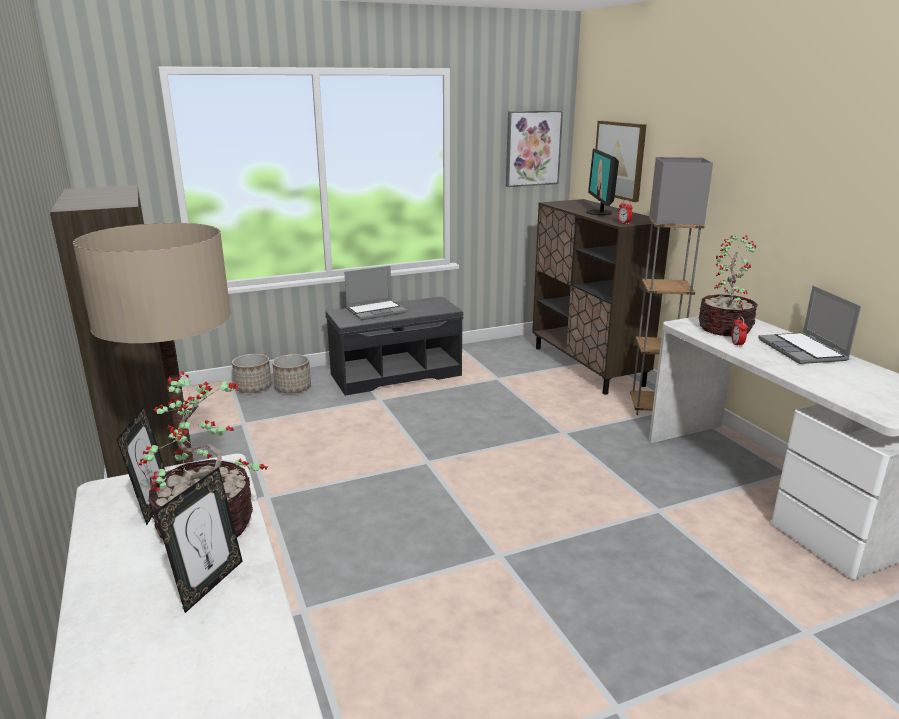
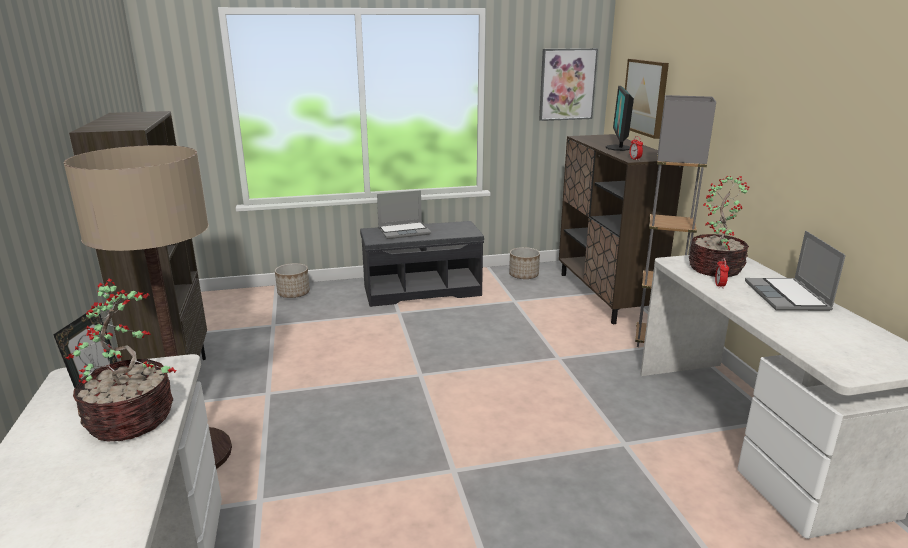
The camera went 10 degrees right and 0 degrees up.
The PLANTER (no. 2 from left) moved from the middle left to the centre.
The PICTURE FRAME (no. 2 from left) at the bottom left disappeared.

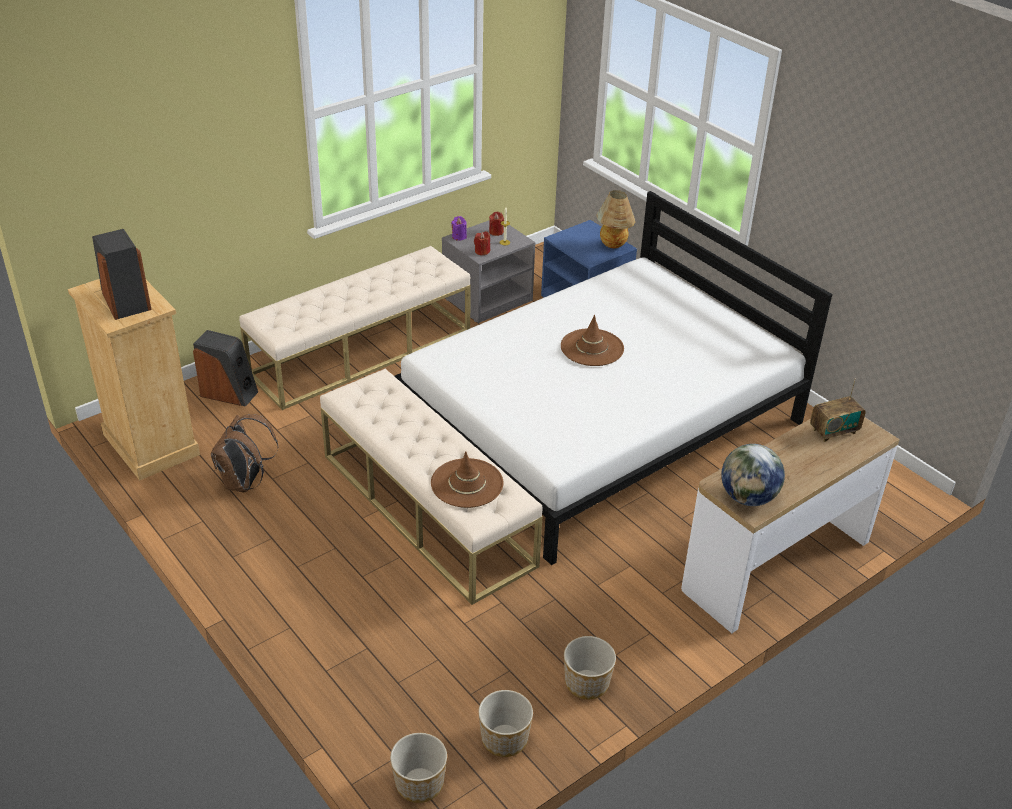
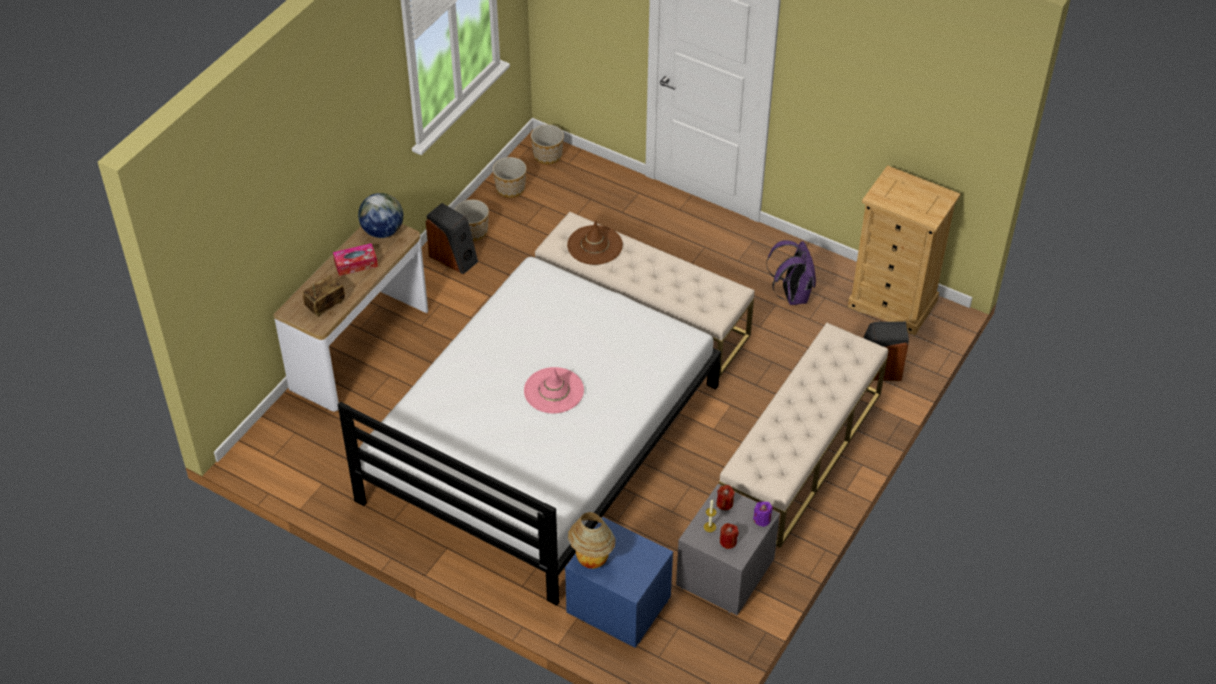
The camera went 160 degrees right and 10 degrees up.
The SPEAKER (no. 1 from left) moved from the middle left to the centre.
The BROWN HAT (no. 2 from left) at the centre became the PINK HAT at the centre.
The BROWN BACKPACK at the middle left became the PURPLE BACKPACK at the centre.
The TISSUE BOX at the middle left appeared.

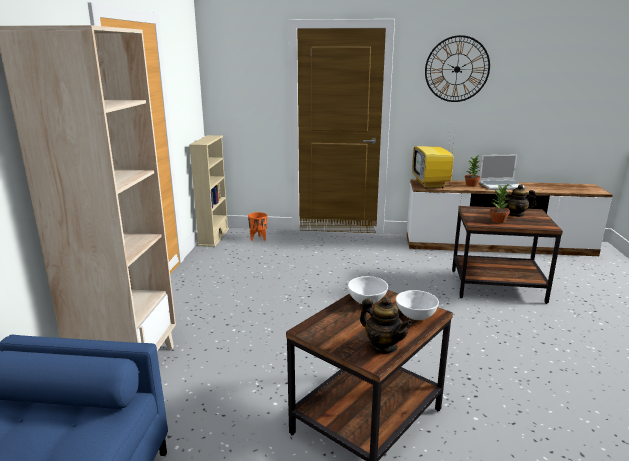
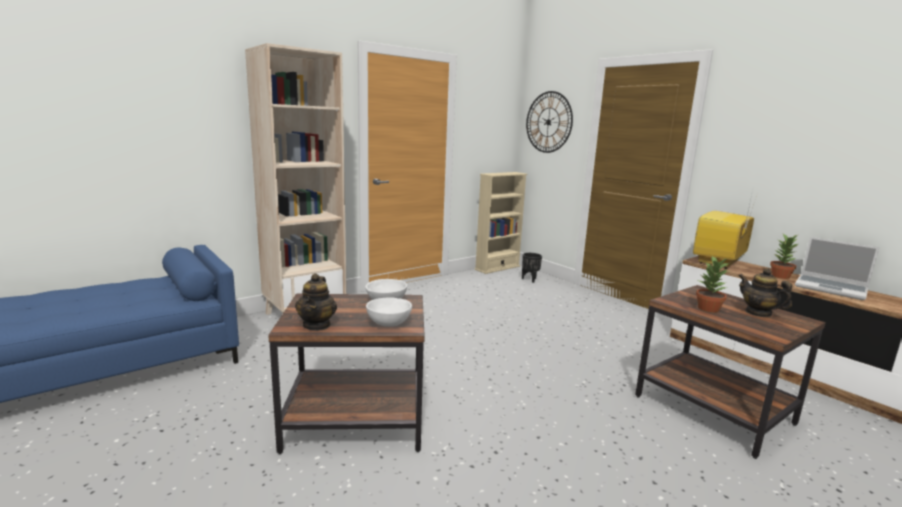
The camera went 45 degrees right and 5 degrees down.
The WALL CLOCK moved from the top right to the top centre.
The ORANGE PLANTER at the centre became the BLACK PLANTER at the centre.

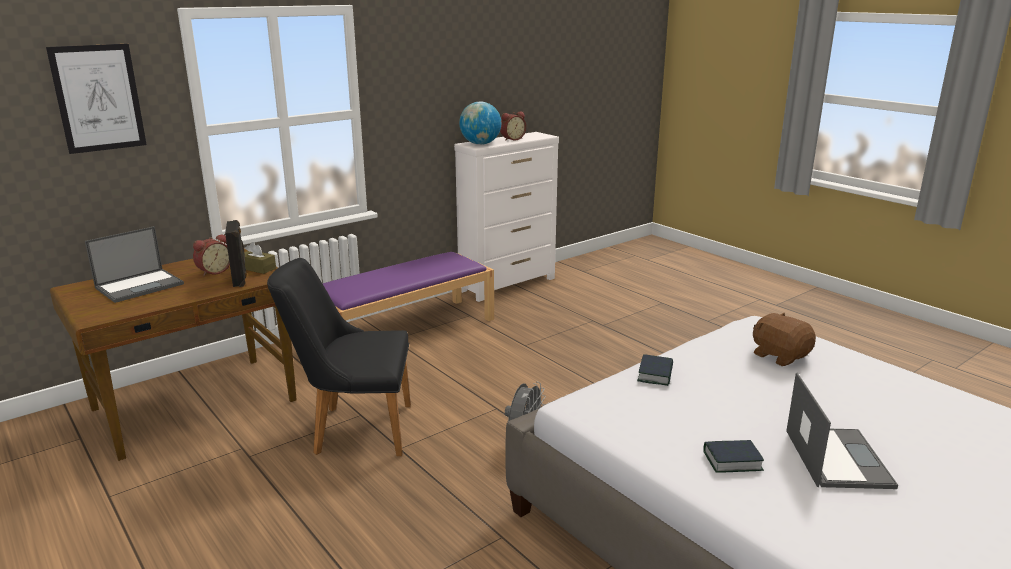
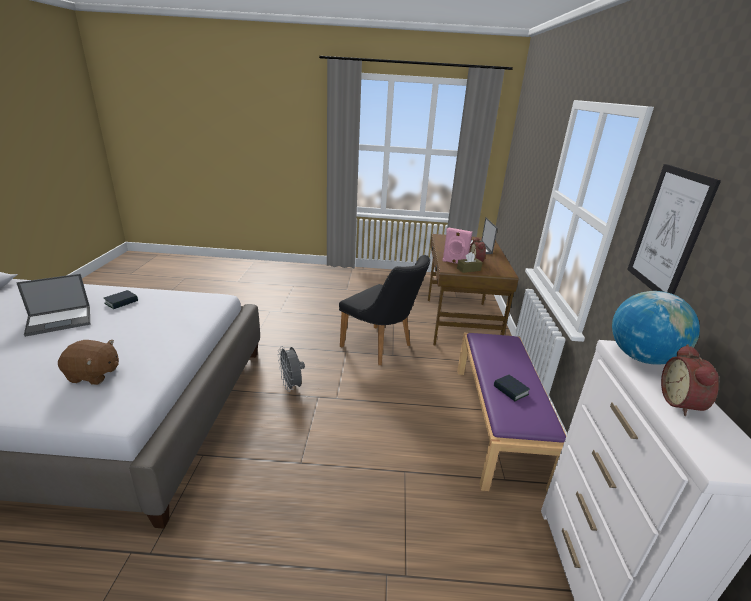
The camera went 130 degrees right and 5 degrees up.
The PICTURE moved from the top left to the middle right.
The BLACK SPEAKER at the middle left became the PINK SPEAKER at the centre.
The BLACK CHAIR at the centre turned 90 degrees clockwise.
The BOOK (no. 1 from left in the first image) moved from the centre to the middle right.
The LAPTOP (no. 2 from left in the first image) at the bottom right turned 75 degrees counterclockwise.

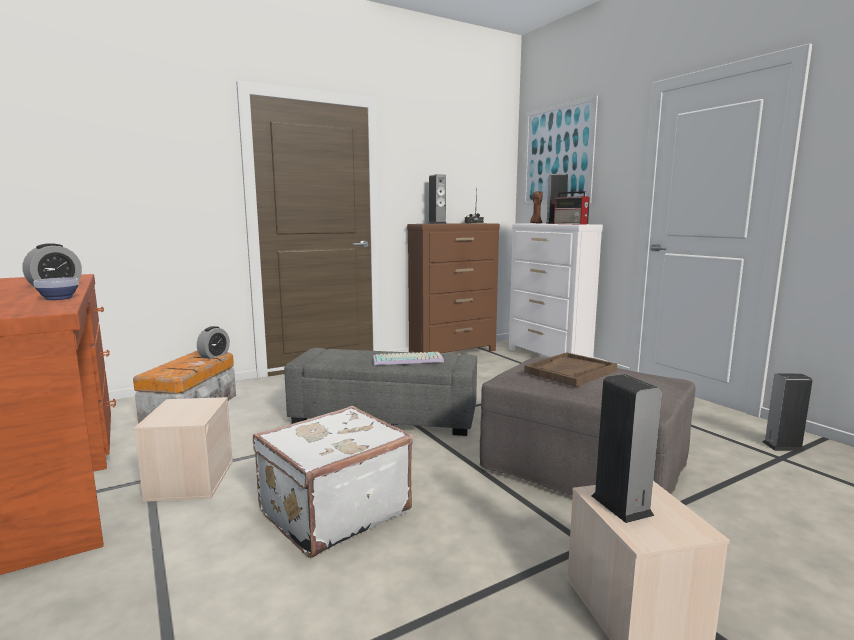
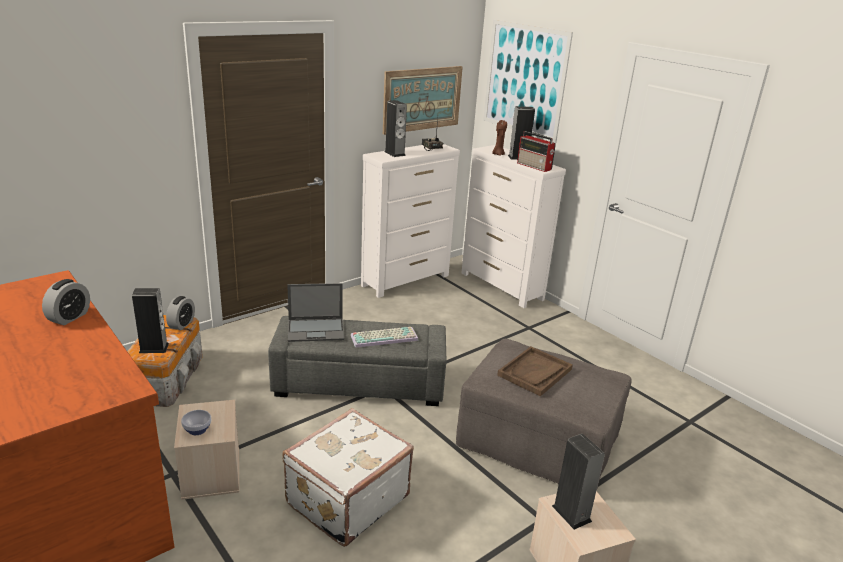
The camera went 10 degrees left and 15 degrees up.
The BROWN DRESSER at the centre became the WHITE DRESSER (no. 1 from left) at the centre.
The BOWL moved from the middle left to the bottom left.
The SPEAKER (no. 4 from left in the first image) moved from the middle right to the middle left.
The PICTURE (no. 1 from left) at the top centre appeared.
The LAPTOP at the centre appeared.

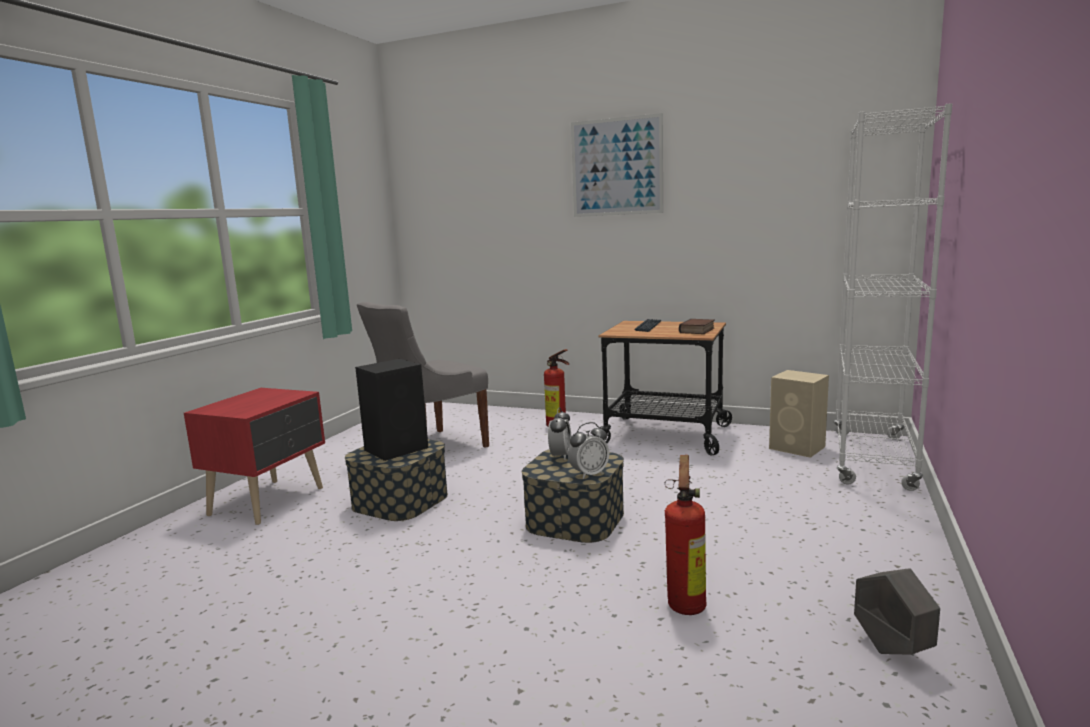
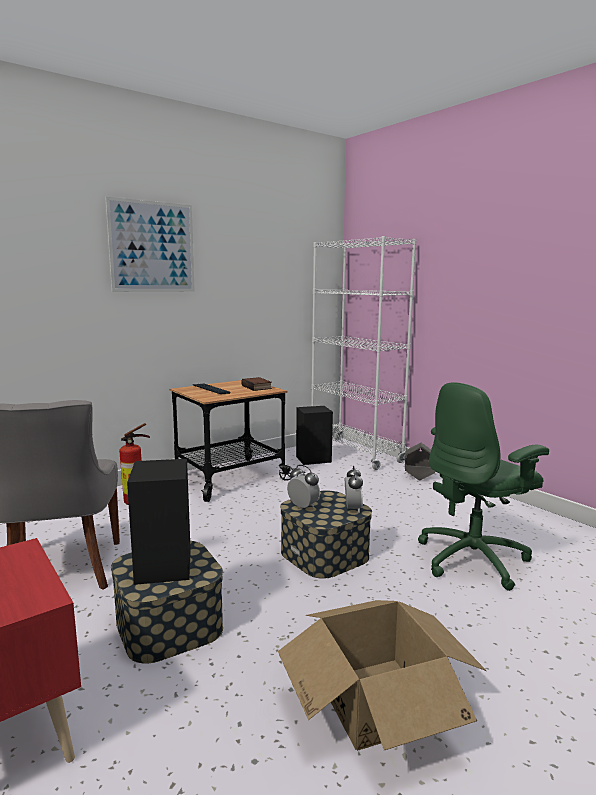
The camera went 60 degrees left and 0 degrees up.
The BEIGE SPEAKER at the middle right became the BLACK SPEAKER (no. 2 from left) at the centre.
The FIRE EXTINGUISHER (no. 2 from left) at the bottom centre was replaced by the GREEN OFFICE CHAIR at the middle right.
The GREY PLANTER moved from the bottom right to the middle right.
The CARDBOARD BOX at the bottom centre appeared.

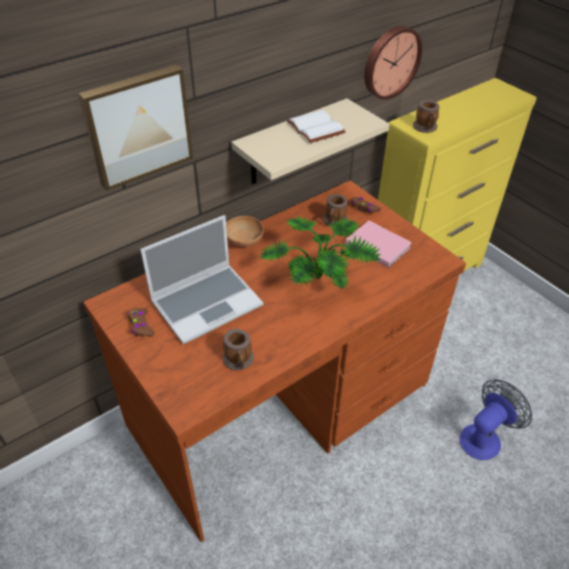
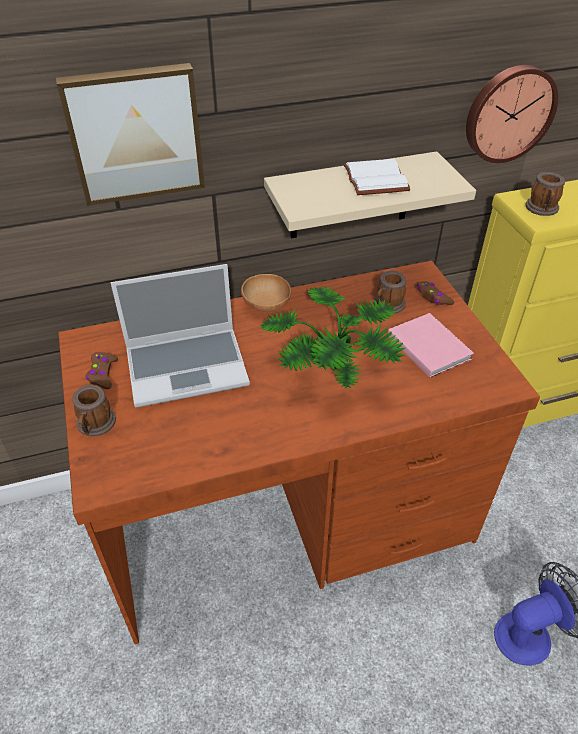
The camera went 20 degrees right and 0 degrees up.
The MUG (no. 1 from left) moved from the centre to the middle left.

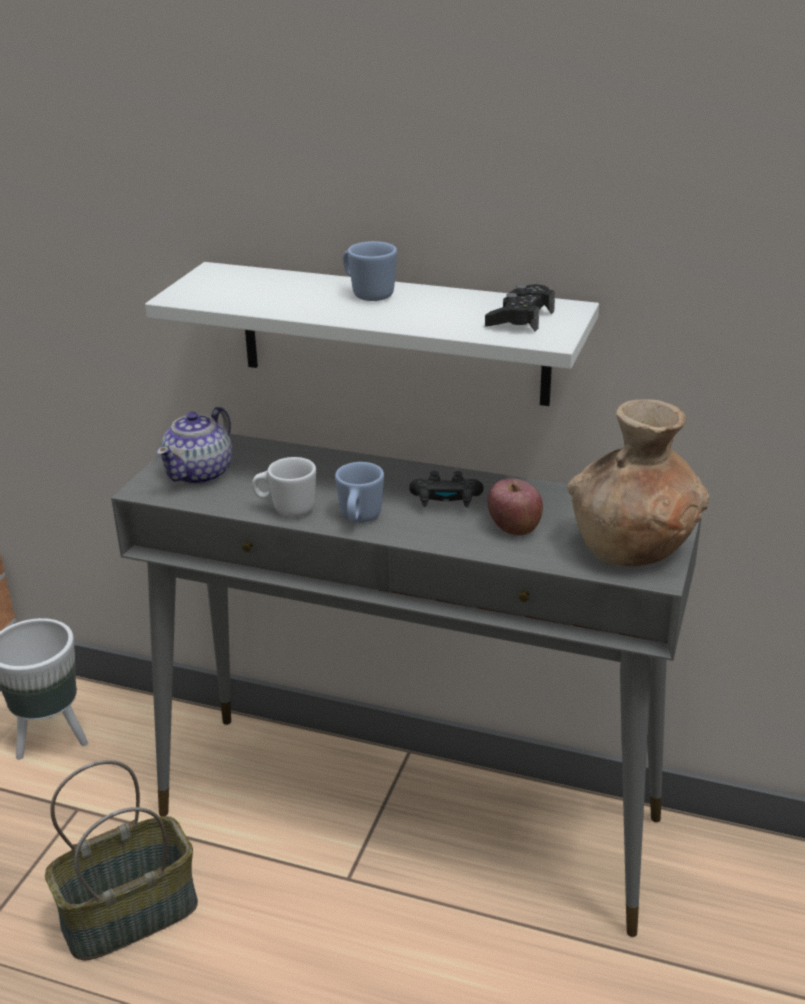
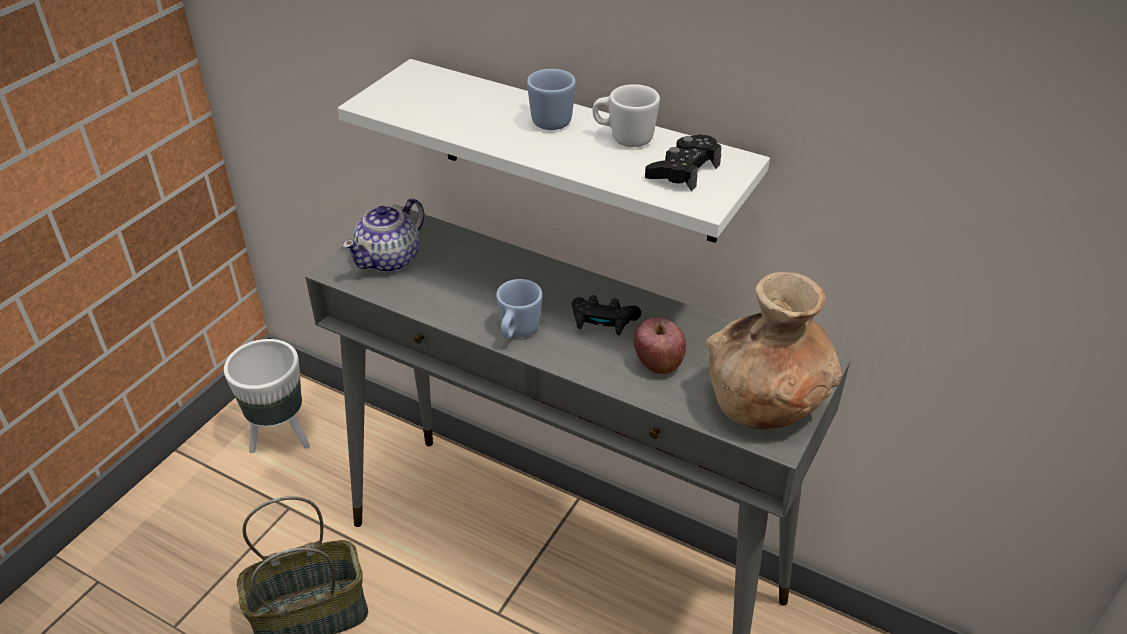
The camera went 10 degrees right and 10 degrees up.
The WHITE MUG moved from the centre to the top centre.

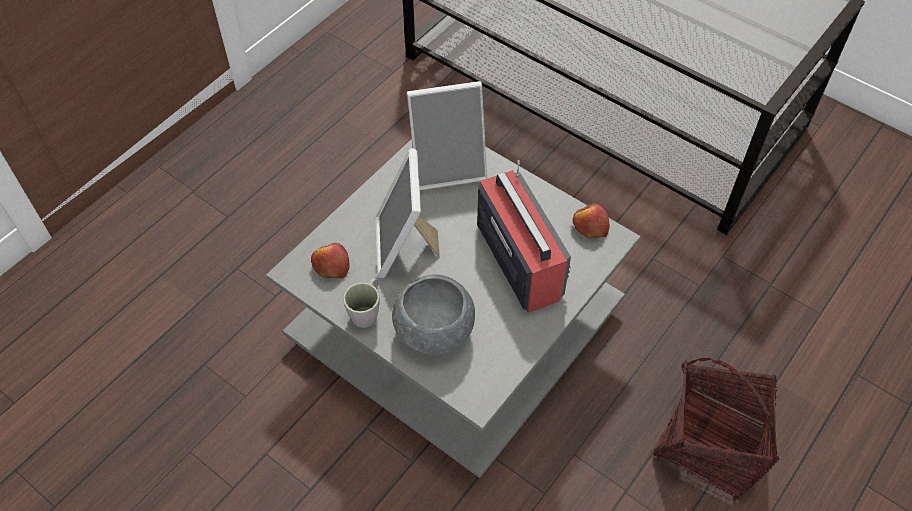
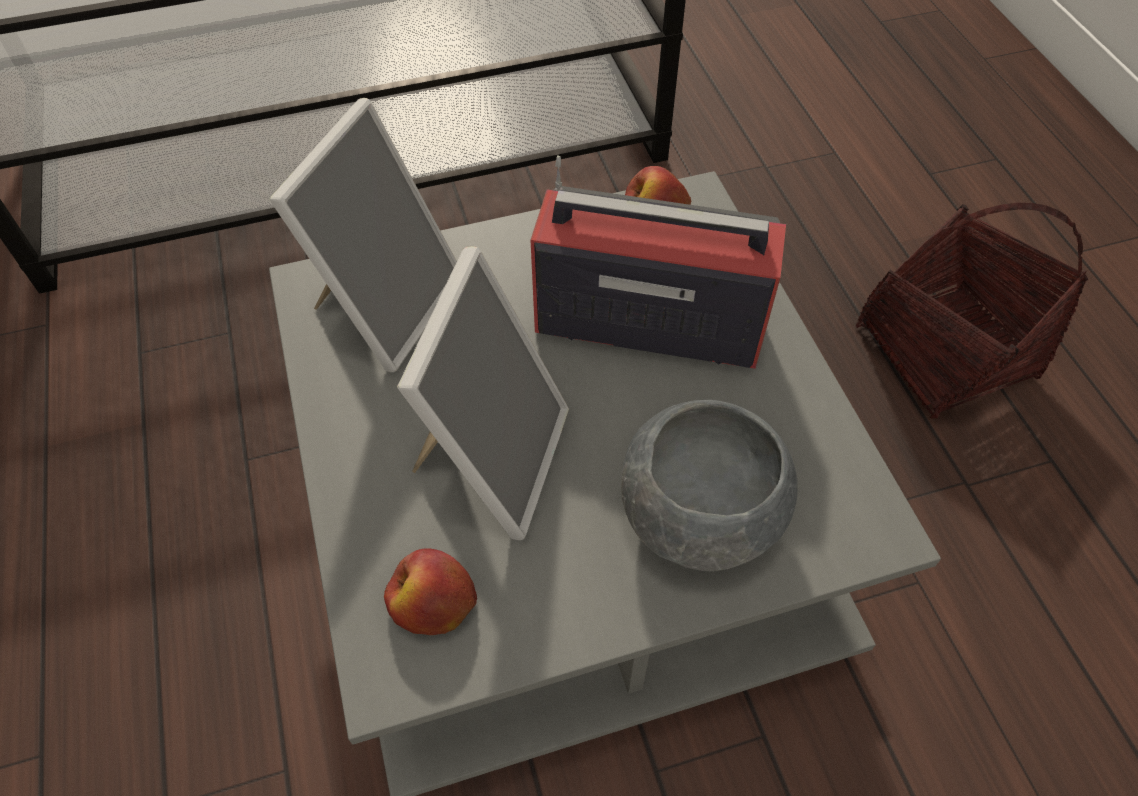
The camera went 55 degrees left and 0 degrees up.
The PICTURE FRAME (no. 1 from left in the first image) at the centre turned 105 degrees counterclockwise.
The GREY MUG at the centre disappeared.

